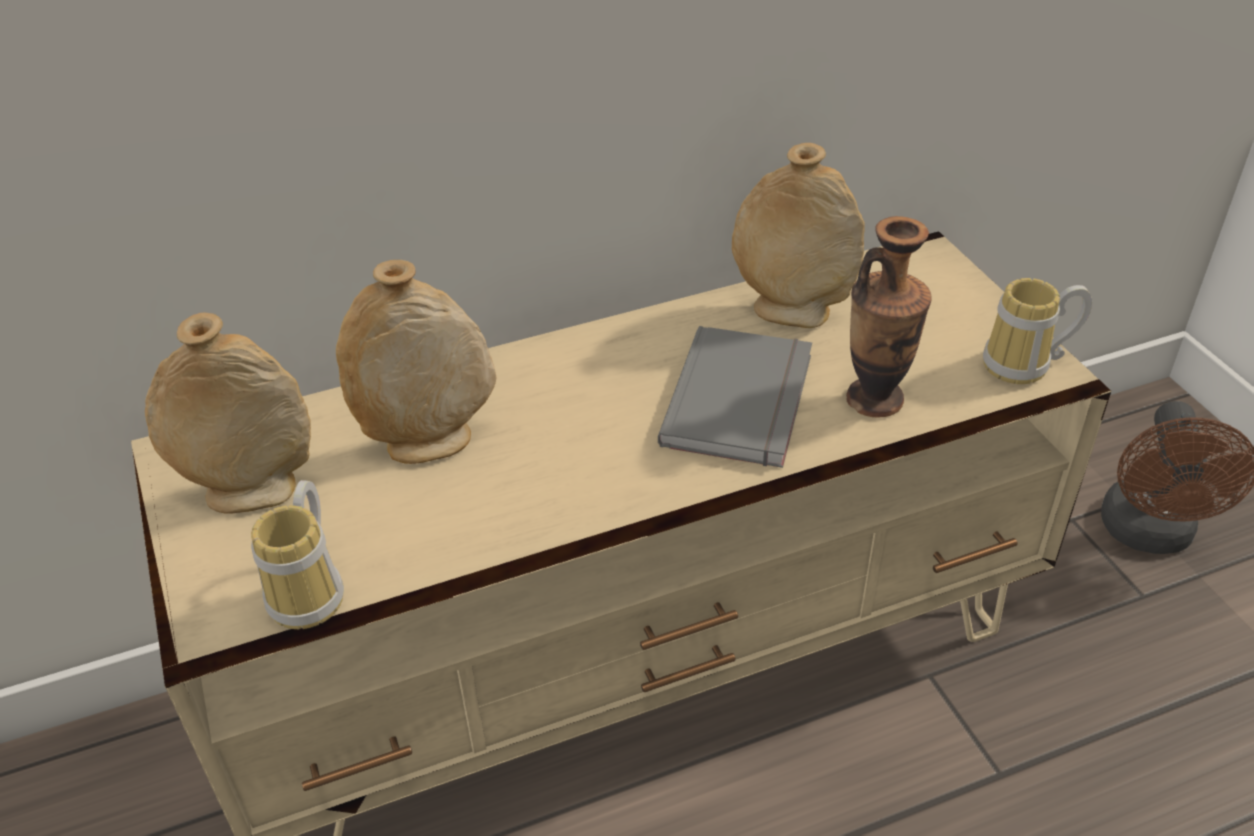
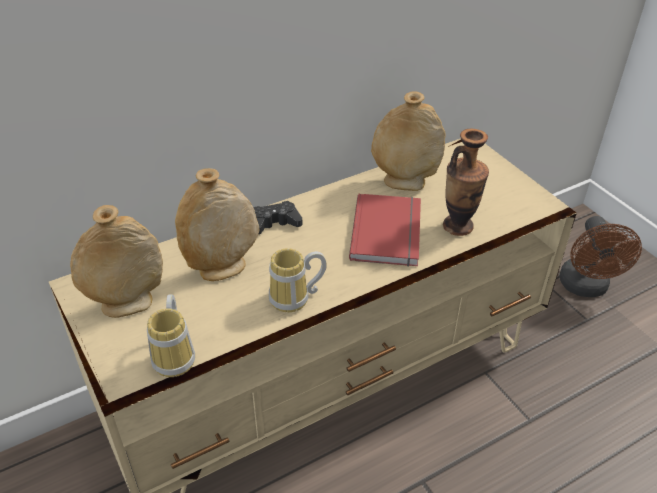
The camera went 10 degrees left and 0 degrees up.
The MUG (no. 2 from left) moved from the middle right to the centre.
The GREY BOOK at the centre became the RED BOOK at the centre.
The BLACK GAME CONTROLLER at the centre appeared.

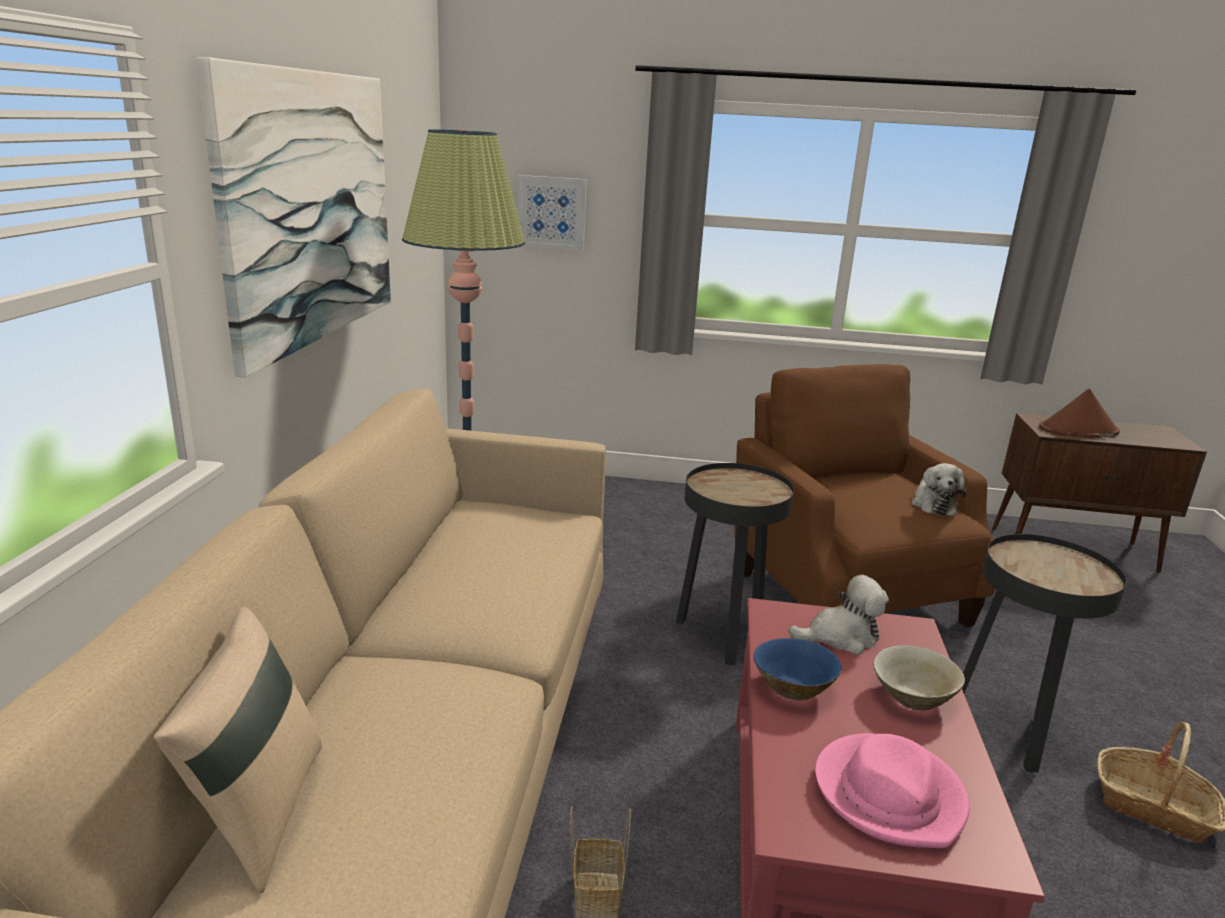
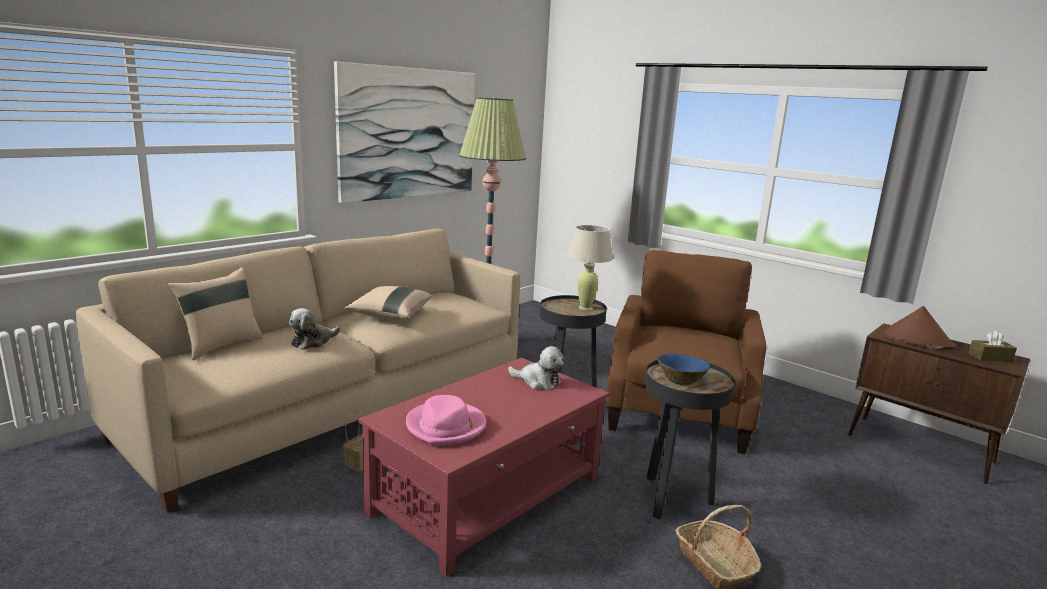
The camera went 35 degrees right and 5 degrees down.
The PICTURE (no. 2 from left) at the top centre disappeared.
The PLUSH TOY (no. 2 from left in the first image) moved from the middle right to the middle left.
The BLUE BOWL moved from the bottom centre to the centre.
The BEIGE BOWL at the bottom right disappeared.
The BEIGE TABLE LAMP at the centre appeared.
The BEIGE PILLOW (no. 2 from left) at the centre appeared.
The BROWN TISSUE BOX at the middle right appeared.

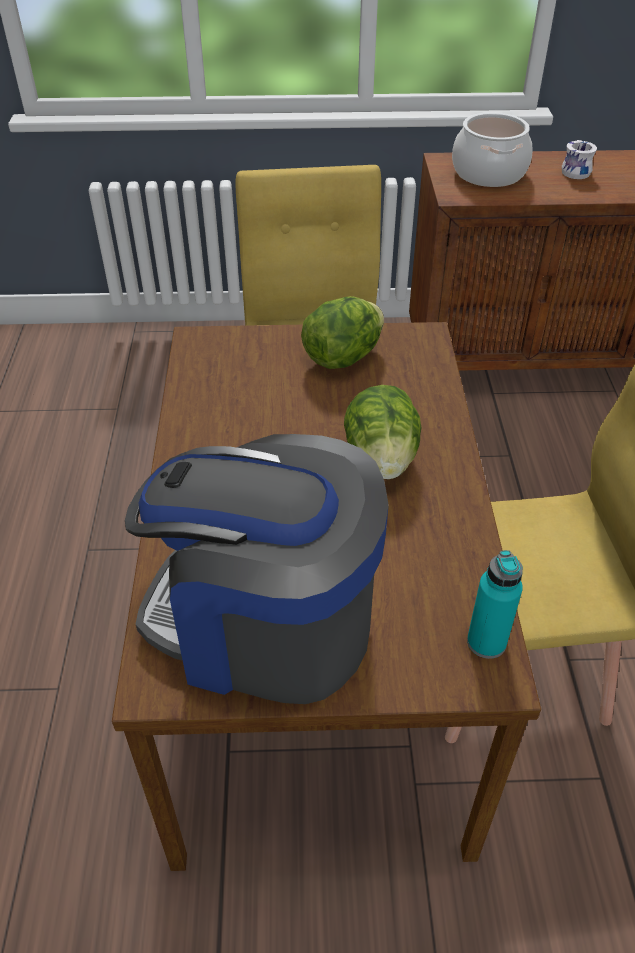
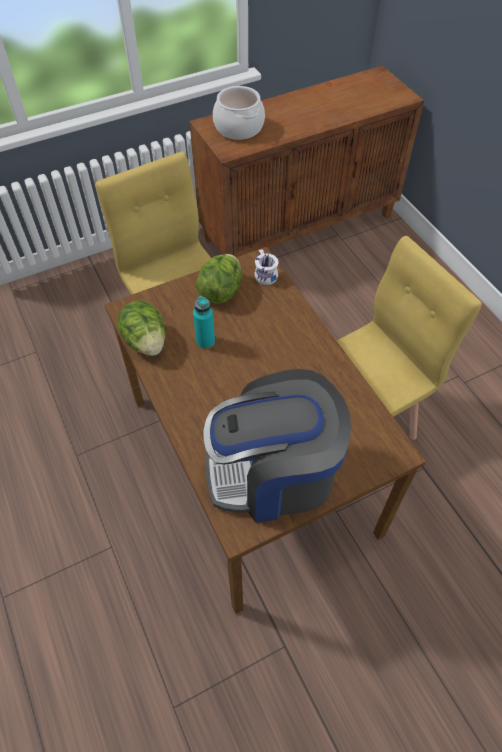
The camera went 25 degrees left and 10 degrees up.
The WHITE MUG moved from the top right to the centre.
The LETTUCE (no. 2 from left in the first image) moved from the centre to the middle left.
The TURQUOISE BOTTLE moved from the middle right to the centre.

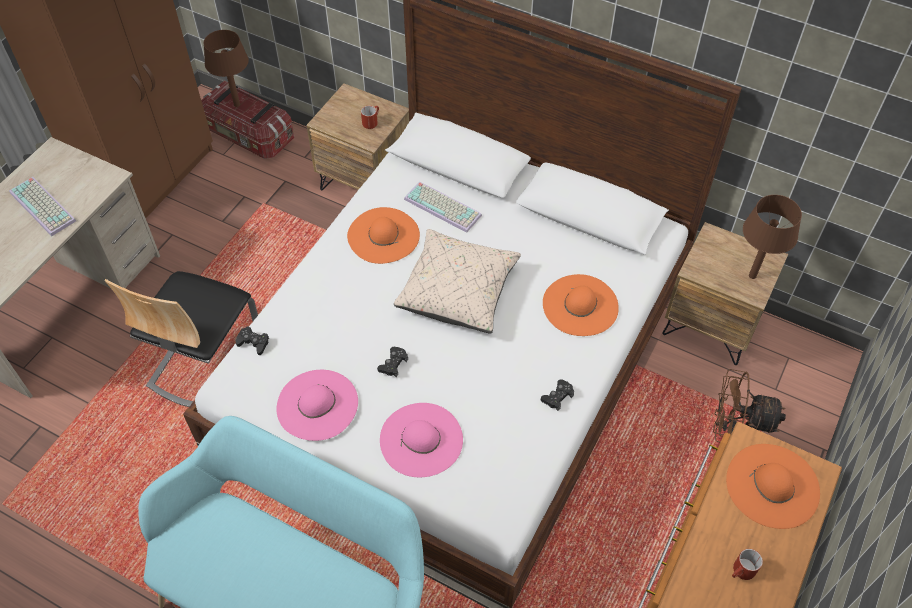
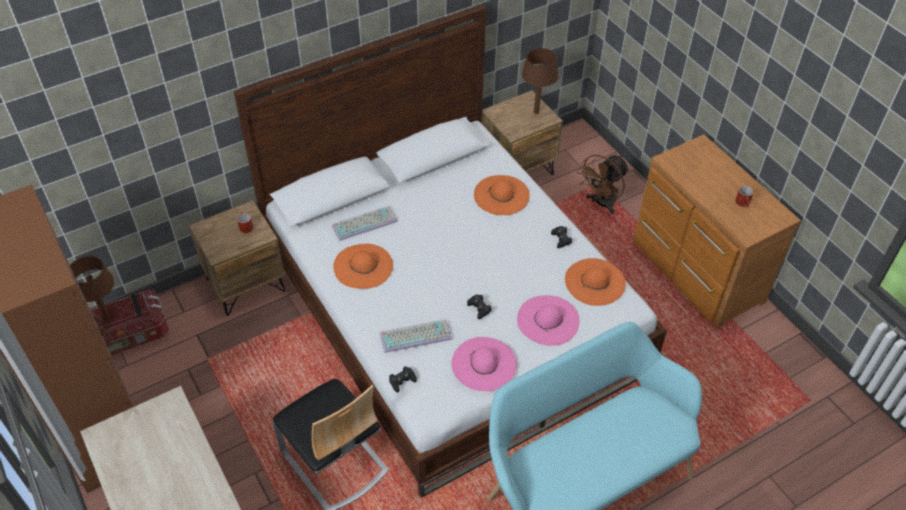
The camera went 60 degrees left and 5 degrees down.
The KEYBOARD (no. 1 from left in the first image) moved from the middle left to the centre.
The BEIGE PILLOW at the centre disappeared.
The ORANGE HAT (no. 3 from left) moved from the bottom right to the centre.

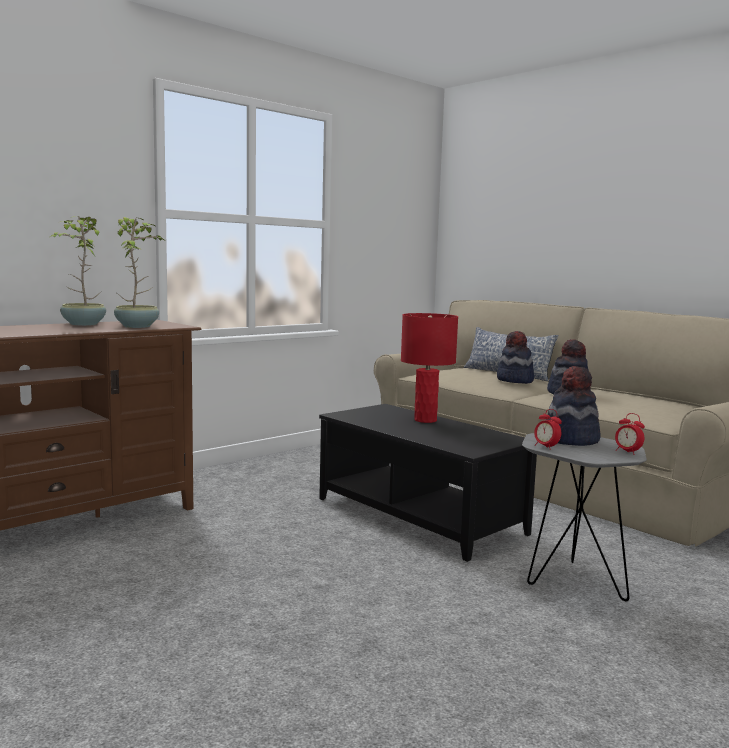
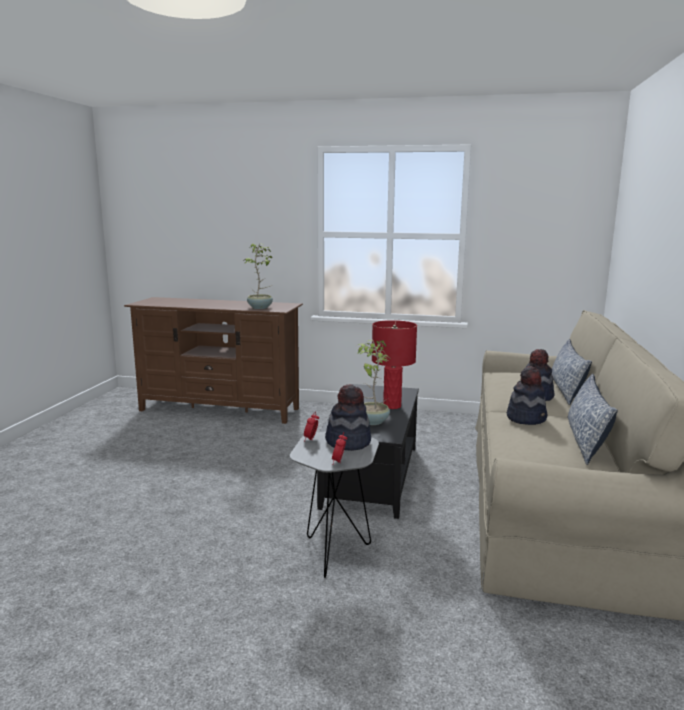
The camera went 55 degrees right and 5 degrees up.
The POTTED PLANT (no. 1 from left in the first image) moved from the middle left to the centre.
The PILLOW (no. 2 from left) at the middle right appeared.

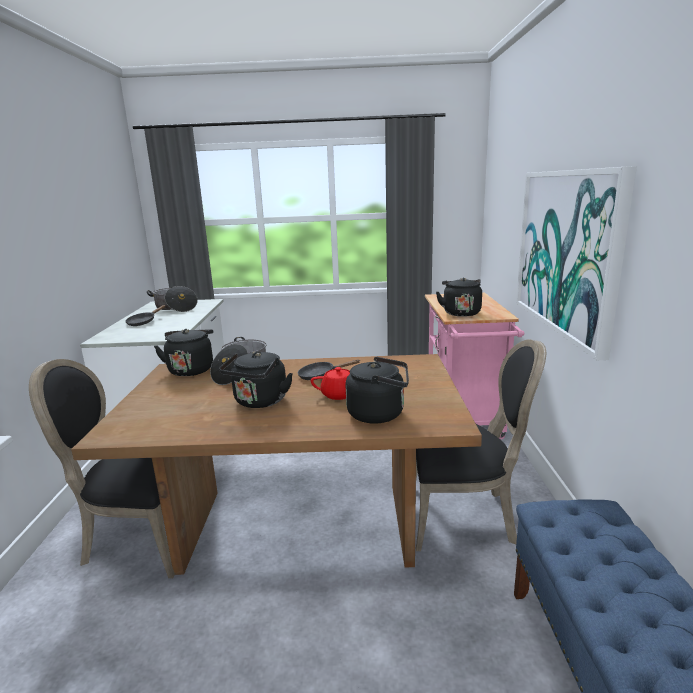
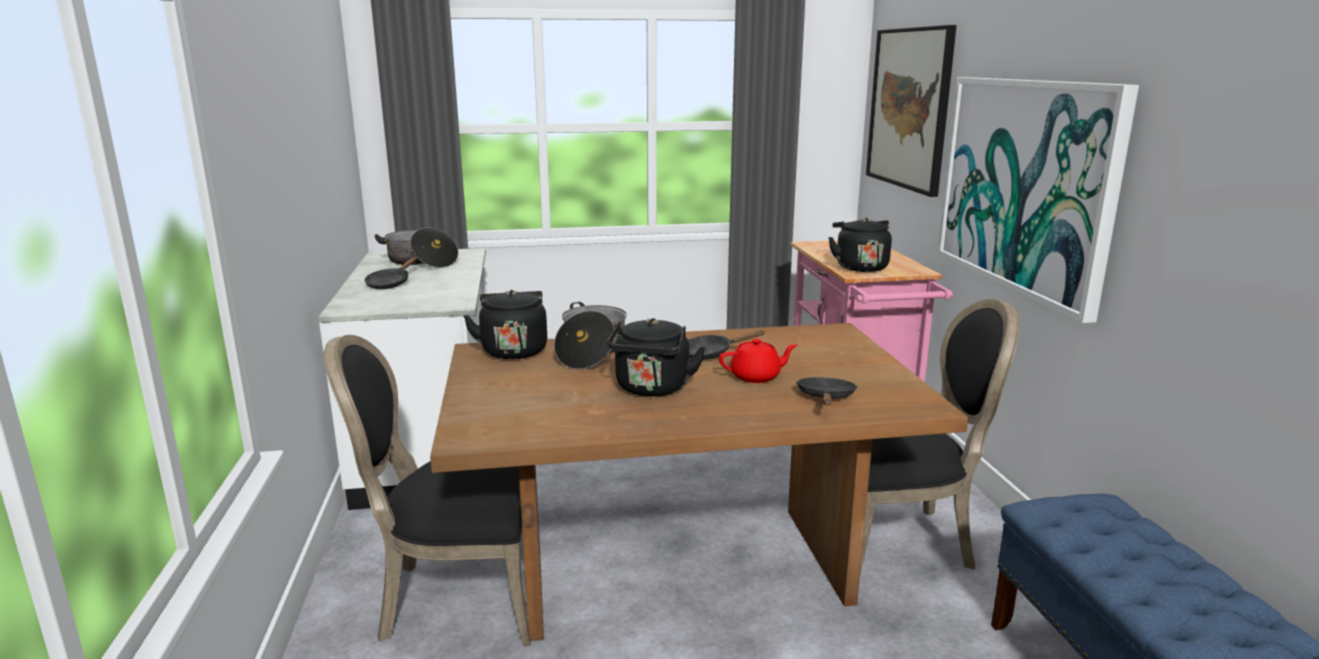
The camera went 10 degrees left and 0 degrees up.
The BLACK KETTLE (no. 3 from left) at the centre was replaced by the BLACK FRYING PAN (no. 3 from left) at the centre.
The PICTURE (no. 1 from left) at the top right appeared.

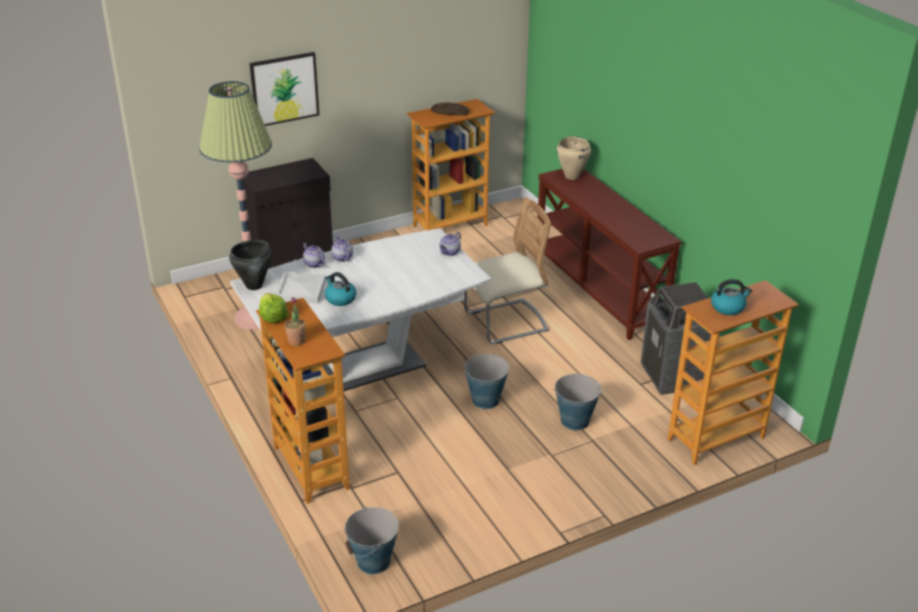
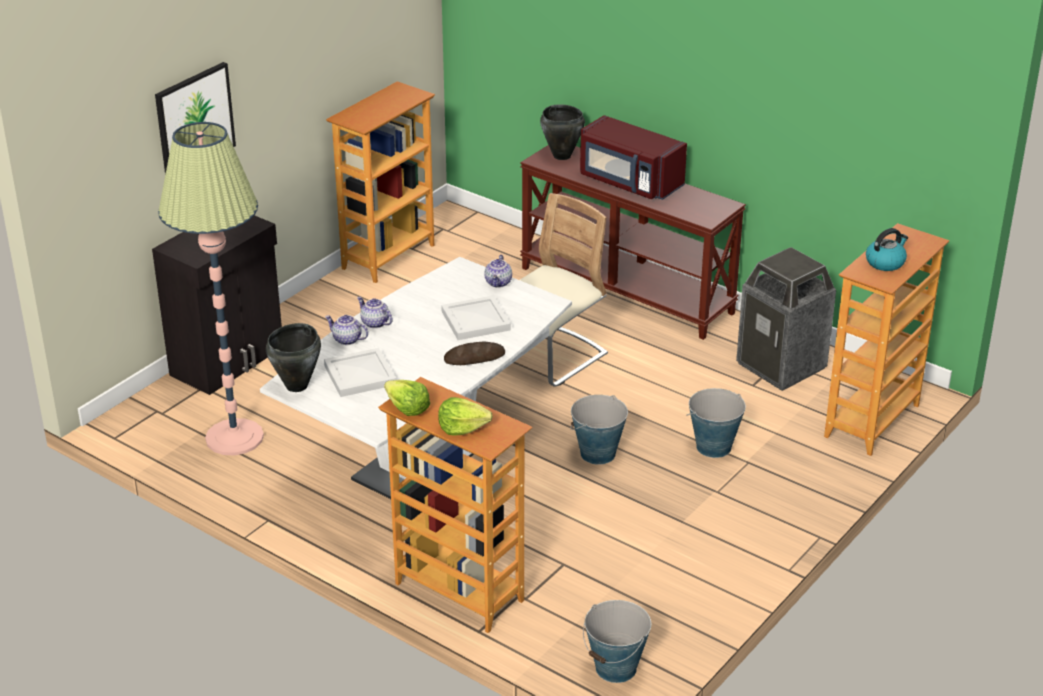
The camera went 25 degrees left and 0 degrees up.
The BREAD moved from the top centre to the centre.
The BEIGE COOKING POT at the top centre became the BLACK COOKING POT (no. 2 from left) at the top centre.
The KETTLE (no. 1 from left) at the centre disappeared.
The POTTED PLANT at the middle left was replaced by the LETTUCE (no. 2 from left) at the centre.
The RED MICROWAVE at the top centre appeared.
The WHITE TRAY (no. 2 from left) at the centre appeared.

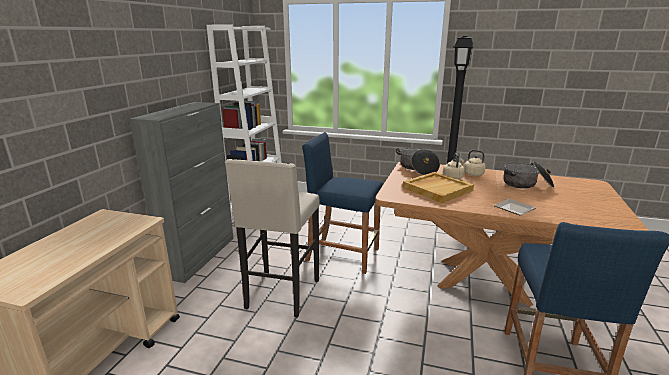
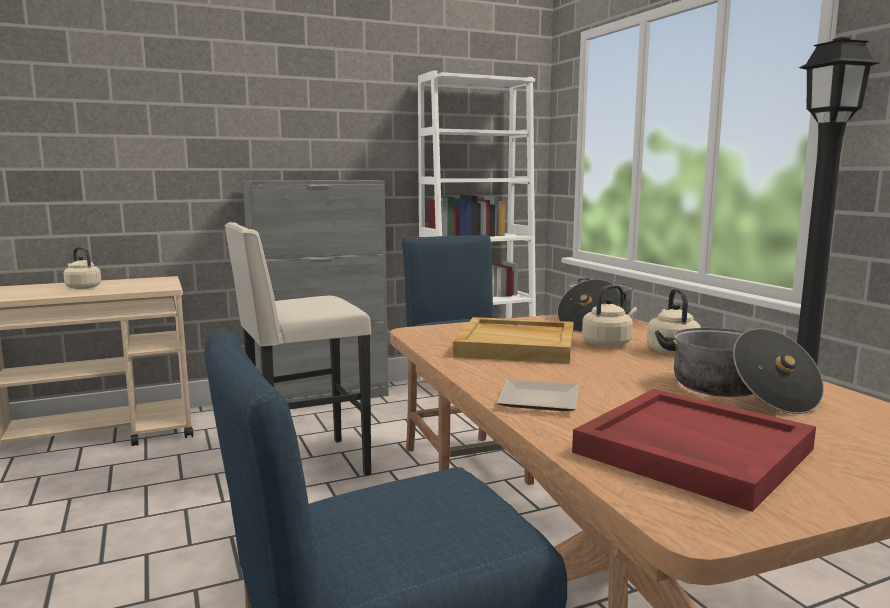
The camera went 50 degrees right and 10 degrees down.
The BEIGE KETTLE (no. 1 from left) at the middle left appeared.
The RED TRAY at the bottom right appeared.

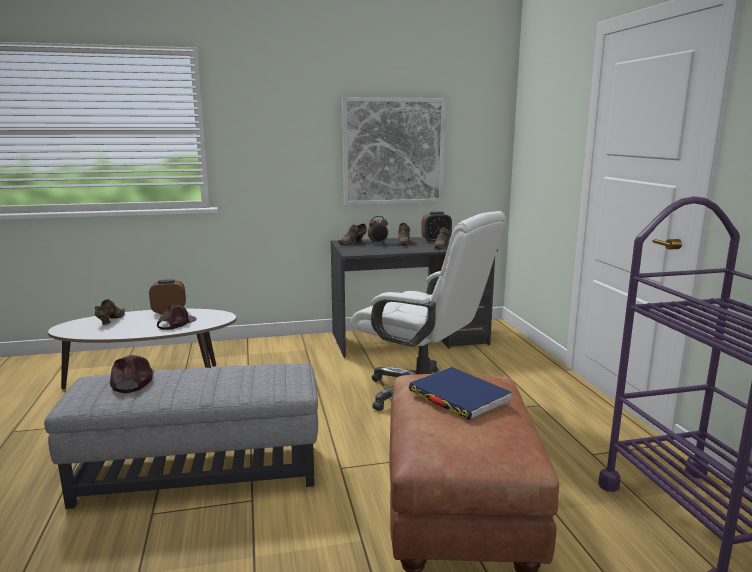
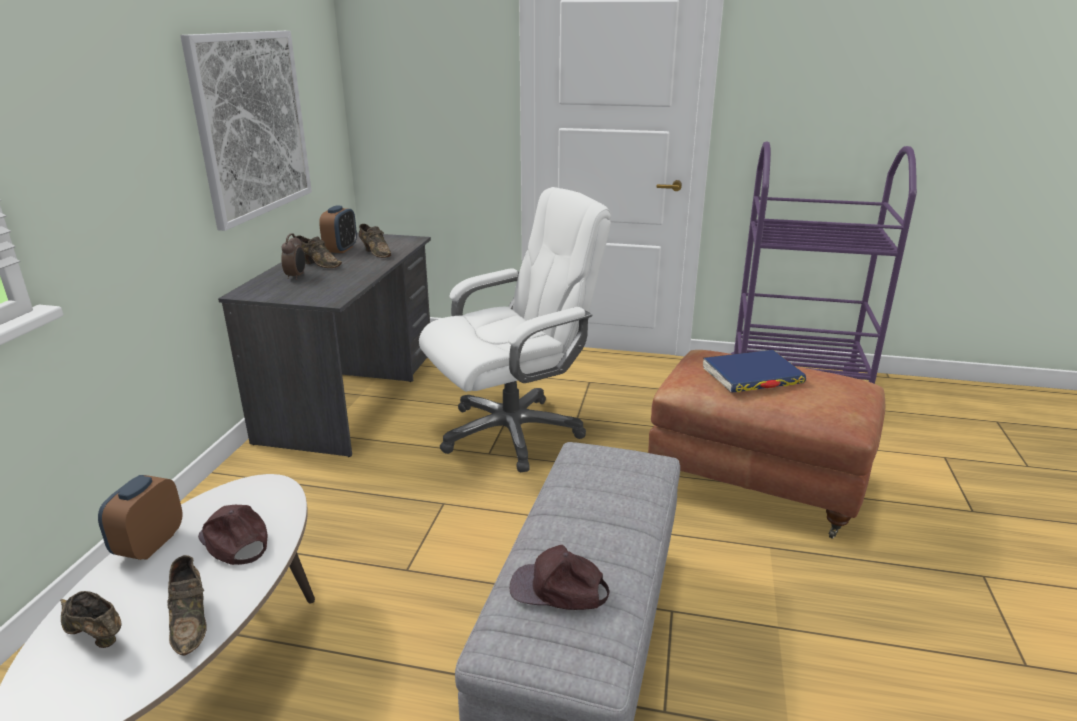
The camera went 65 degrees left and 10 degrees up.
The BROWN SHOE (no. 2 from left) moved from the centre to the bottom left.

